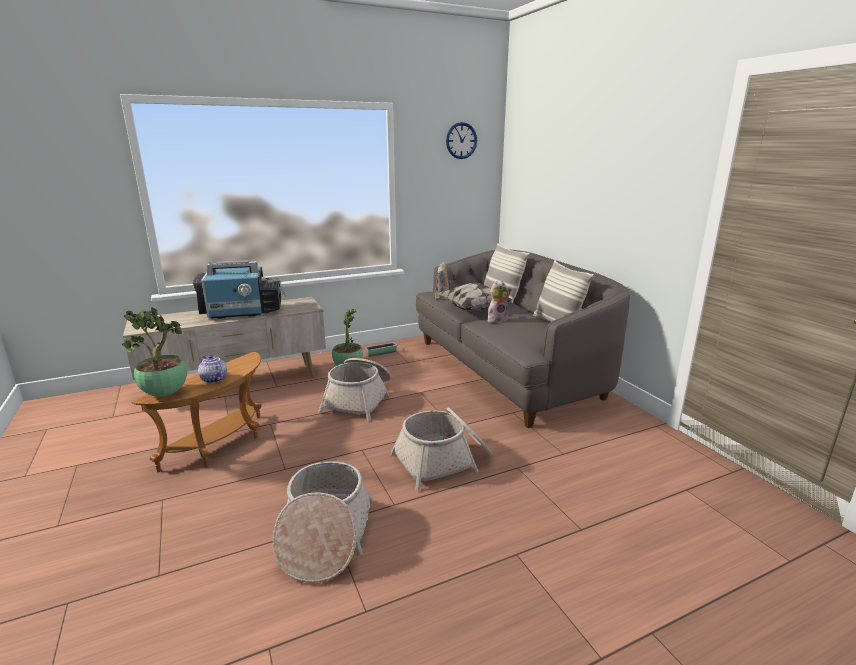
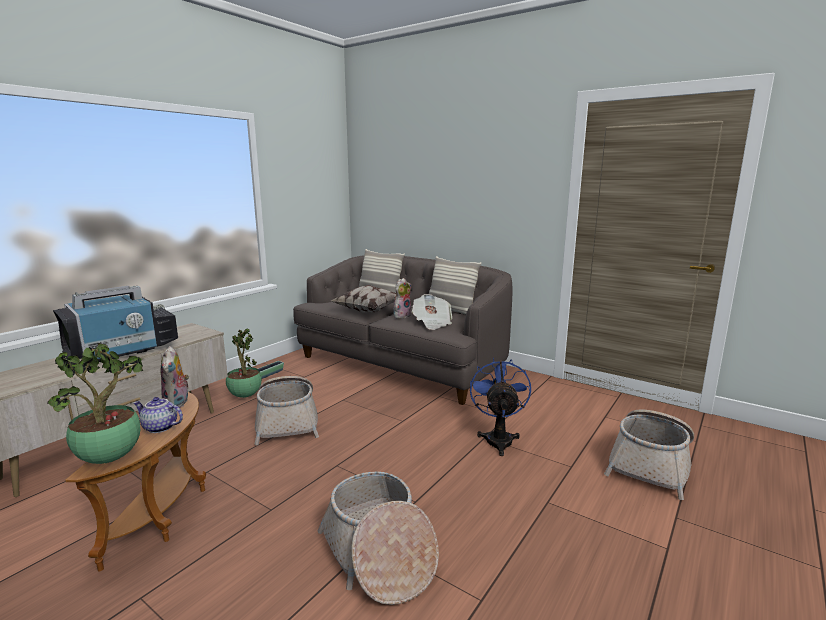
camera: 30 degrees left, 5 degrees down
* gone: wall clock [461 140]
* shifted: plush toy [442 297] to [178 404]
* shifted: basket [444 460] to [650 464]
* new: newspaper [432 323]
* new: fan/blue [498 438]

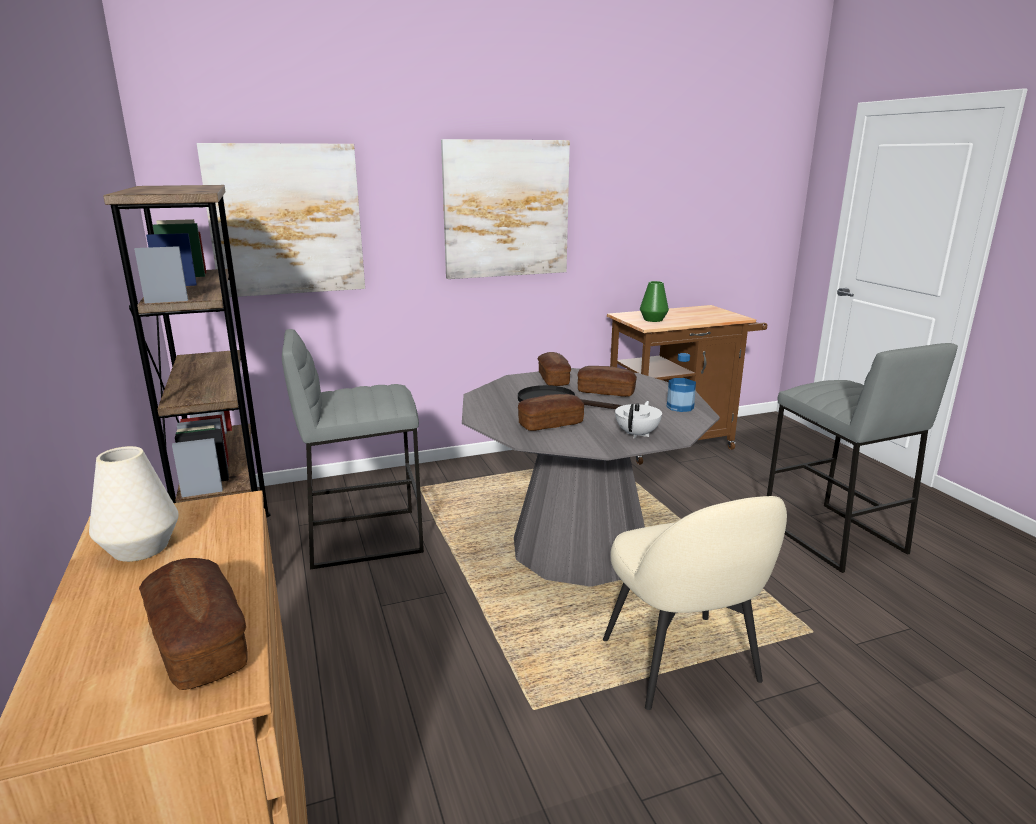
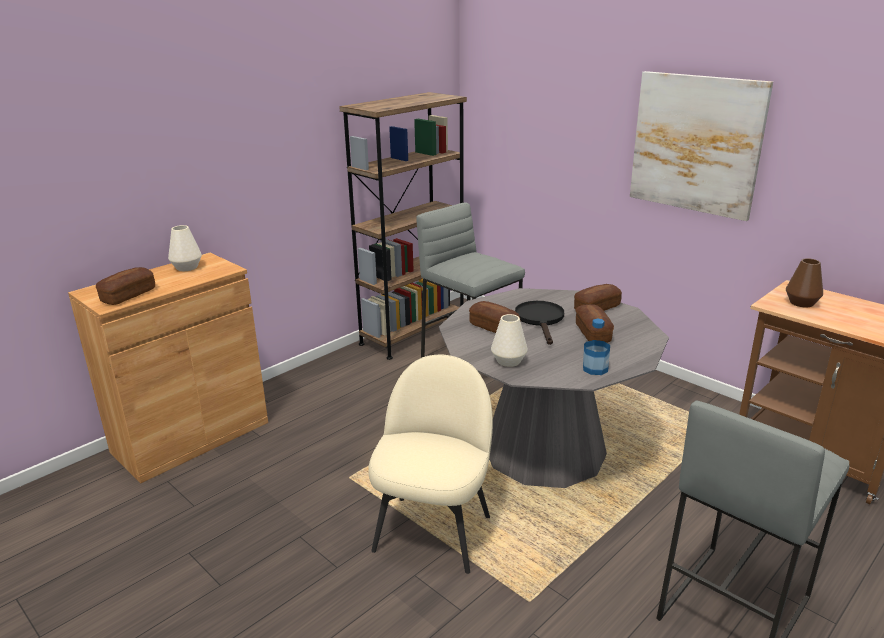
camera: 65 degrees right, 5 degrees up
* gone: picture [286 220]
* repainted: vase/green [653 320] to vase/brown [801 303]
* swapped: teapot/white [637 434] to vase/white [509 361]
* rotated: chair/beige [681 663] = [434 531] 150 degrees clockwise

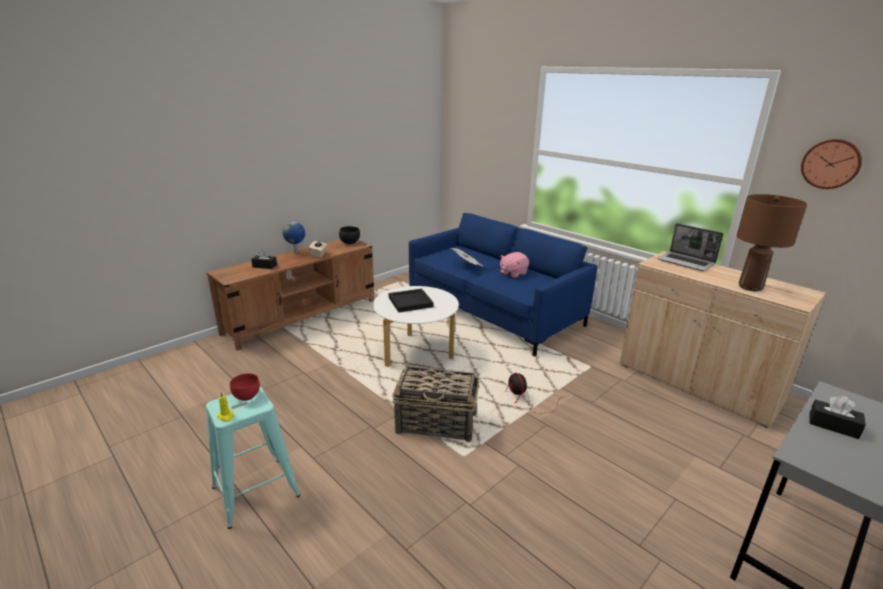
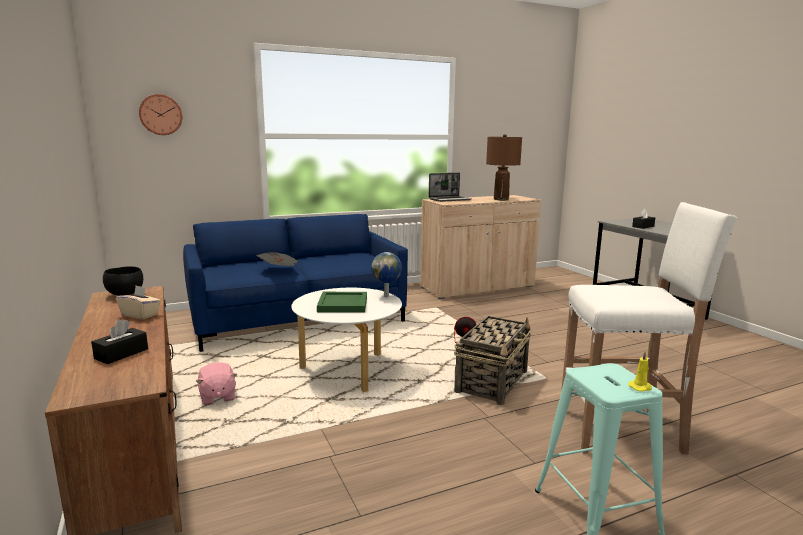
camera: 70 degrees left, 10 degrees down
* shifted: wall clock [831 164] to [161 115]
* shifted: globe [296 253] to [387 296]
* shifted: plush toy/pink [513 273] to [217 397]
* repainted: tray/black [410 302] to tray/green [343 305]
* gone: bowl/red [246 397]
* new: stool/white [622 431]

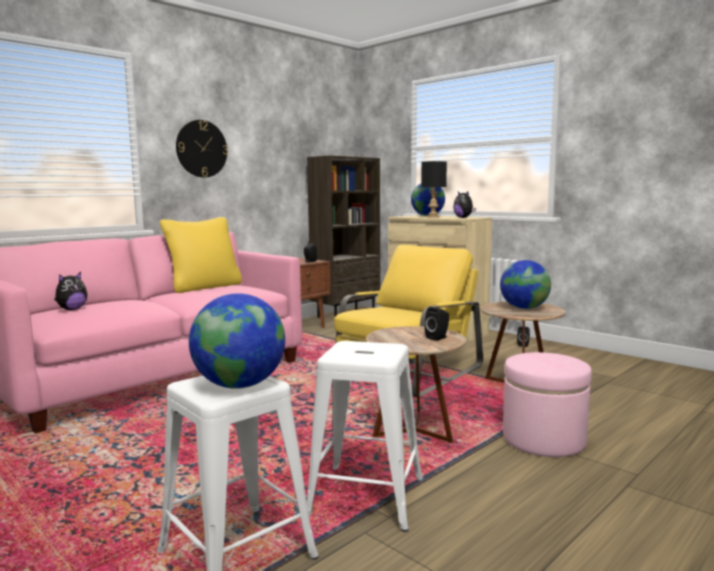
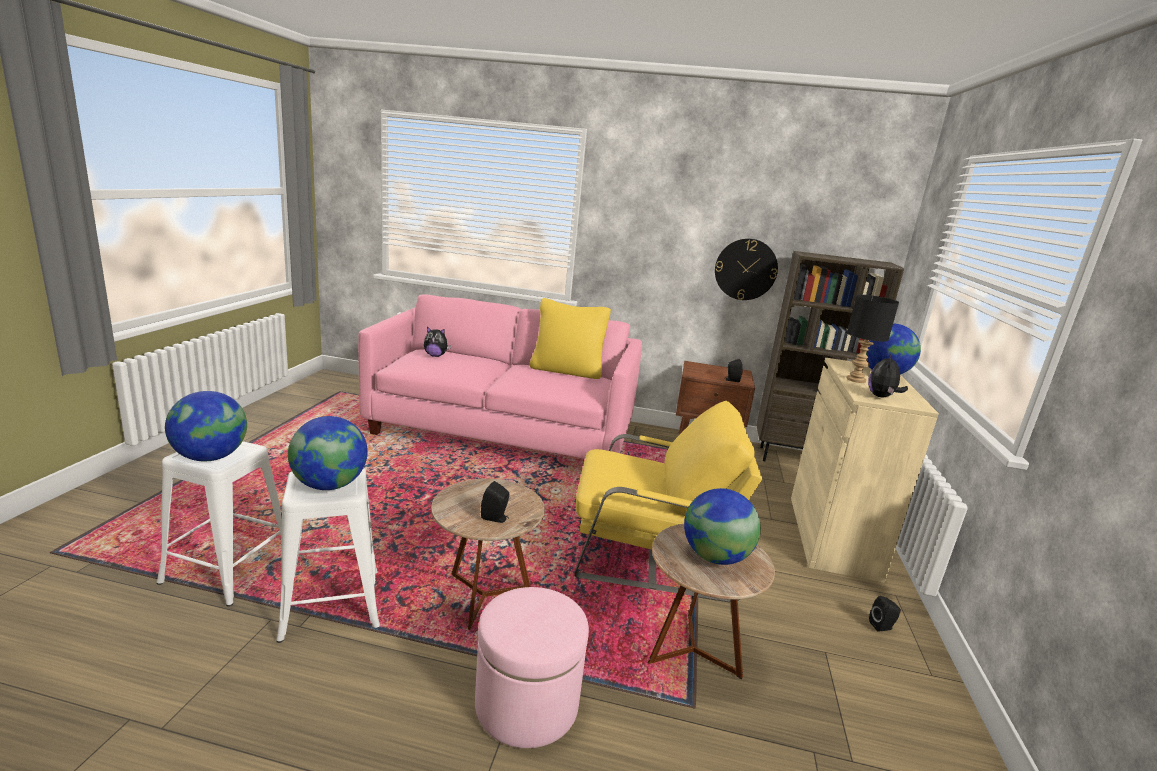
camera: 55 degrees right, 10 degrees up
* shifted: wall clock [201 149] to [745 269]
* new: globe [329 485]

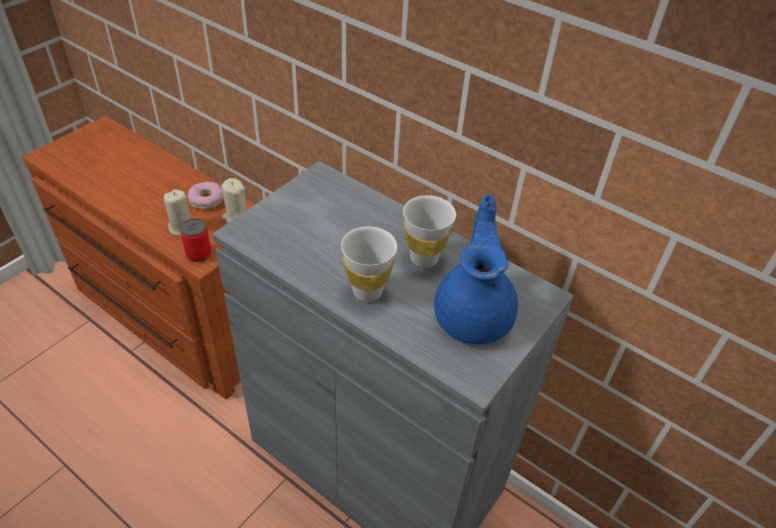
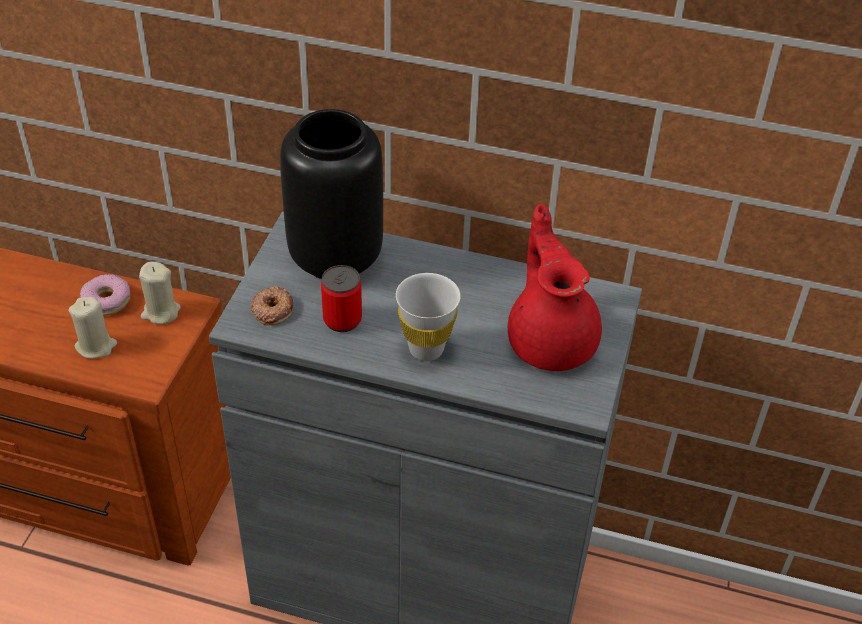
camera: 20 degrees left, 0 degrees up
* repainted: teapot/blue [474 314] to teapot/red [551 339]
* gone: cup/white [424 258]
* shifted: can [199 254] to [342 320]
* new: vase/black [337 258]
* new: donut [272 309]

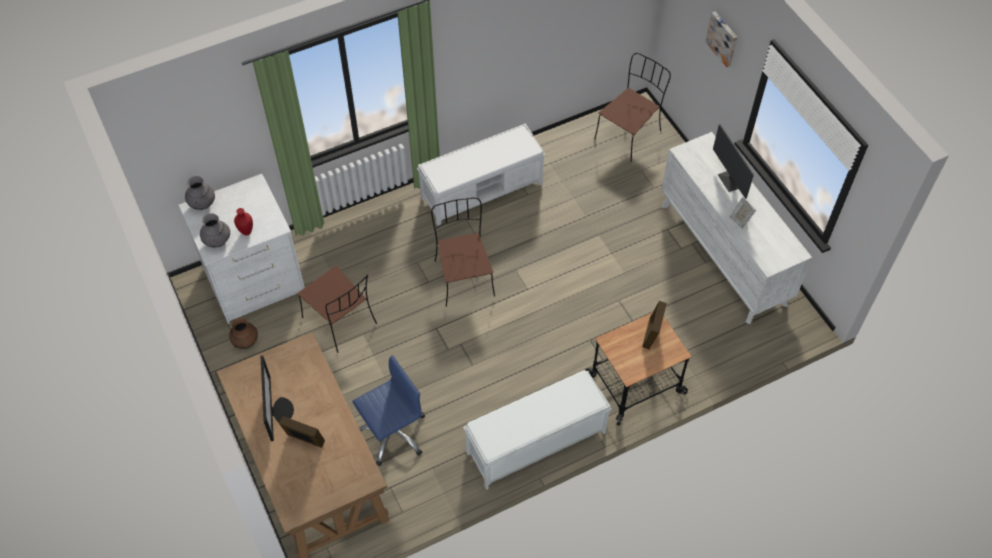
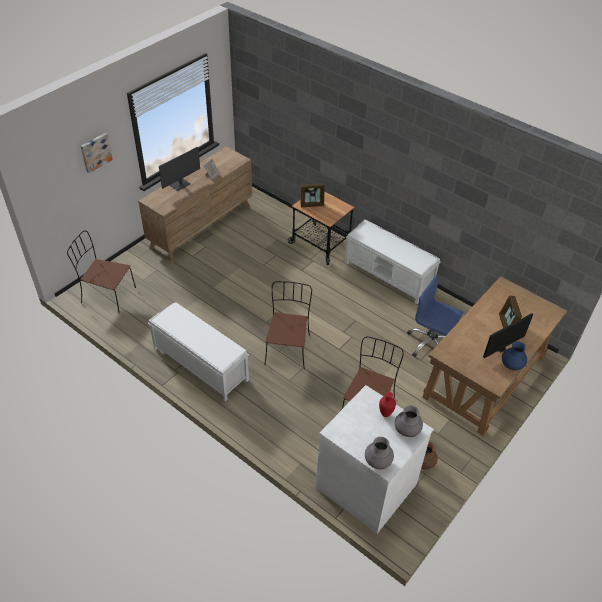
camera: 115 degrees left, 10 degrees down
* repainted: dresser/white [723 254] to dresser/brown [201 227]
* rotated: chair/brown [463 277] = [287 348] 135 degrees clockwise
* new: vase/blue [511 366]

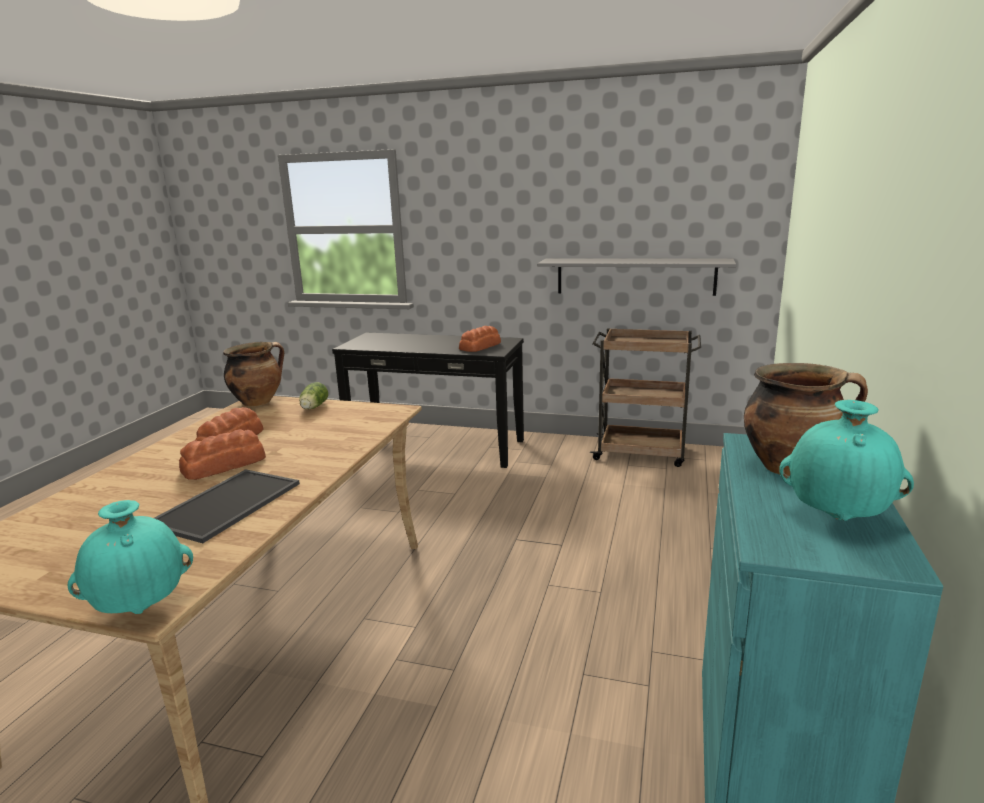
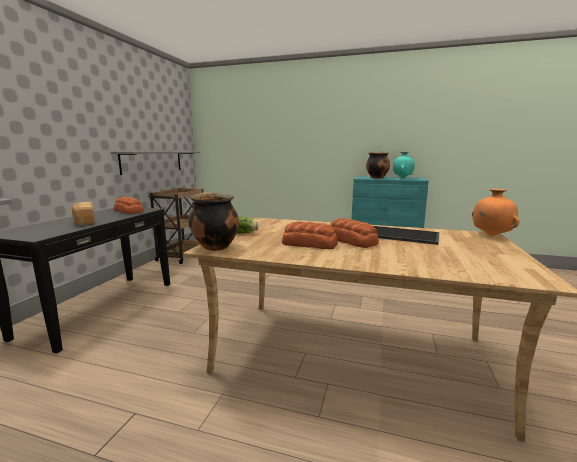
camera: 90 degrees left, 5 degrees down
* repainted: vase/turquoise [142 607] to vase/orange [491 235]
* new: bread [84 222]

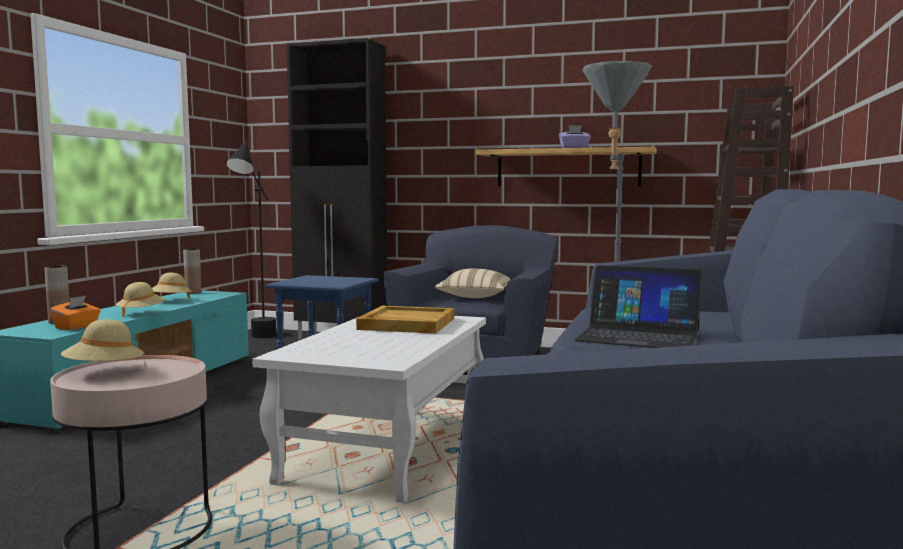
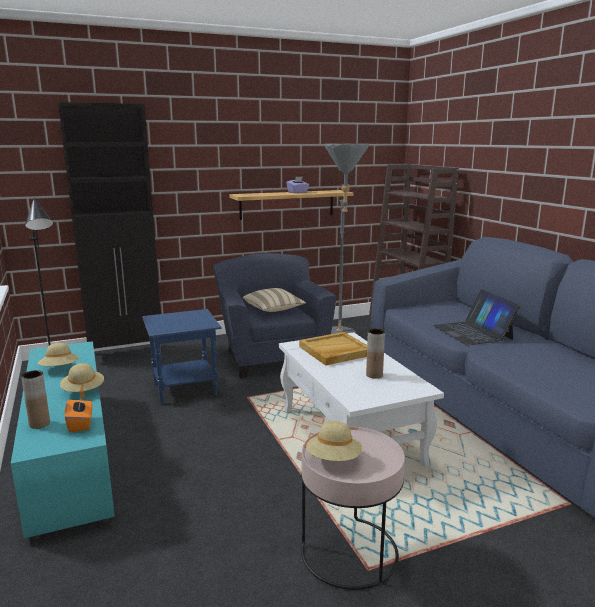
camera: 40 degrees left, 10 degrees up
* shifted: vase/brown [193 292] to [374 375]
* rotated: laptop [638 336] = [472 332] 90 degrees clockwise

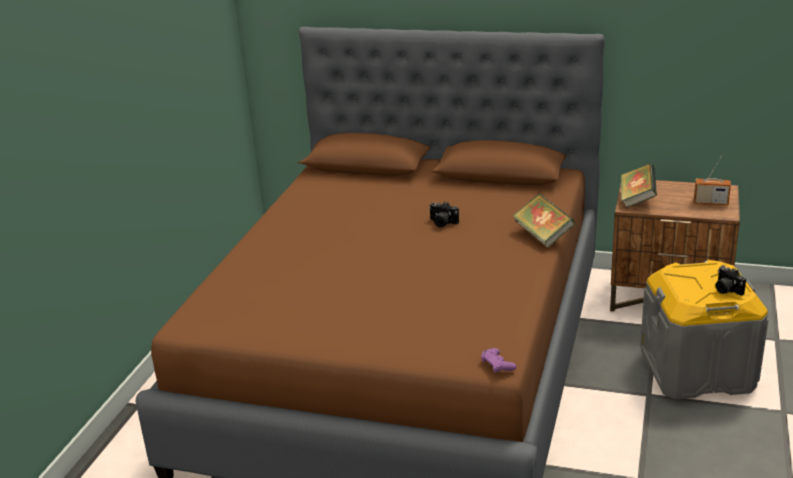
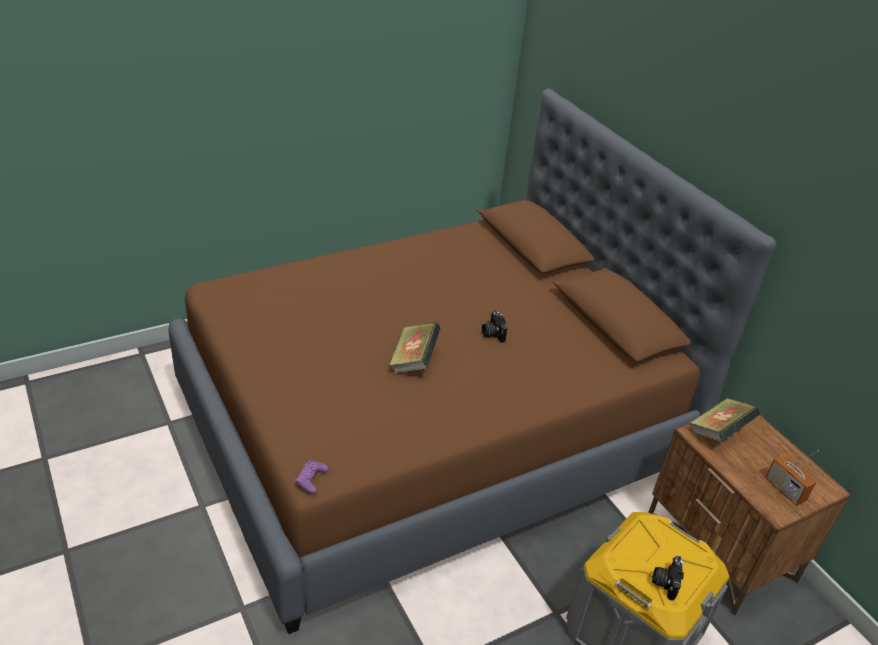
camera: 40 degrees right, 10 degrees up
* shifted: book [543 235] to [413 361]

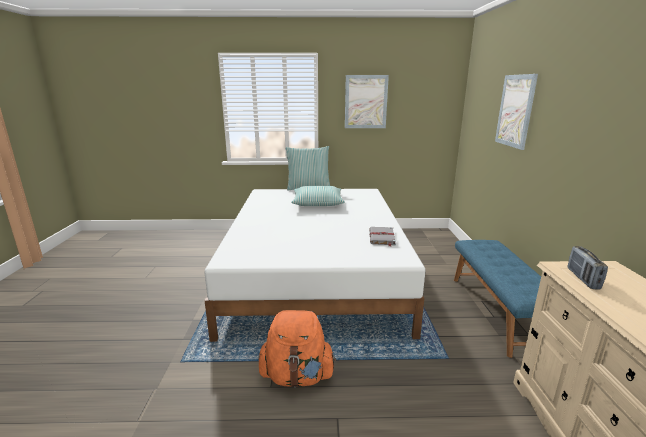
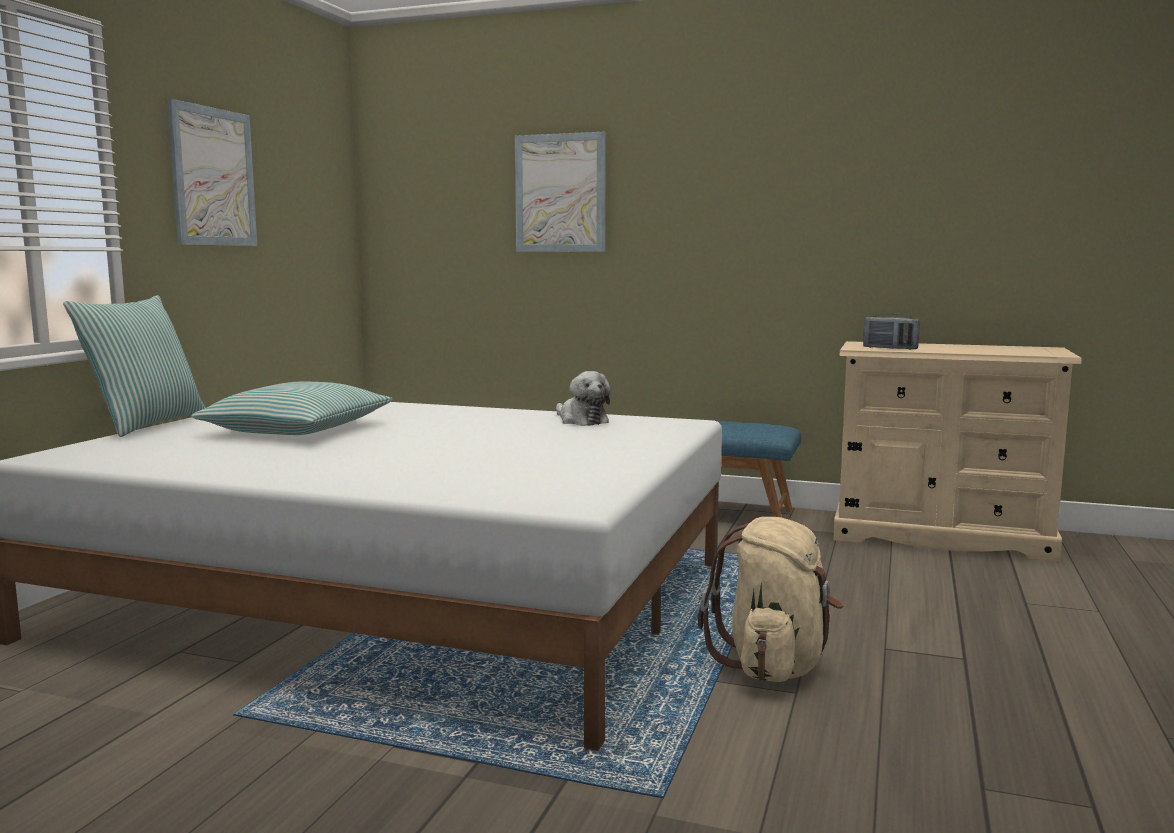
camera: 70 degrees left, 10 degrees down
* swapped: book/grey [382 237] to plush toy [581 420]
* repainted: backpack/orange [297 376] to backpack/beige [773 665]

